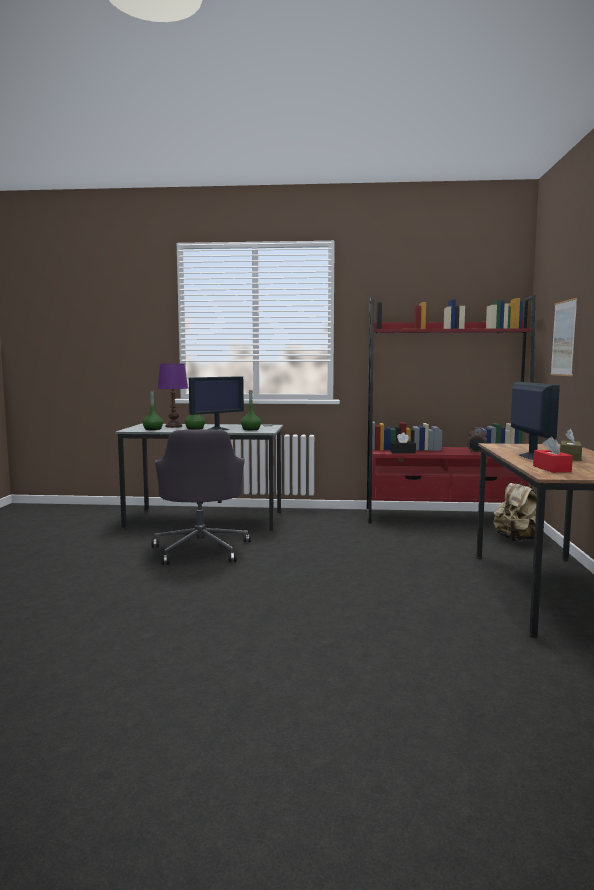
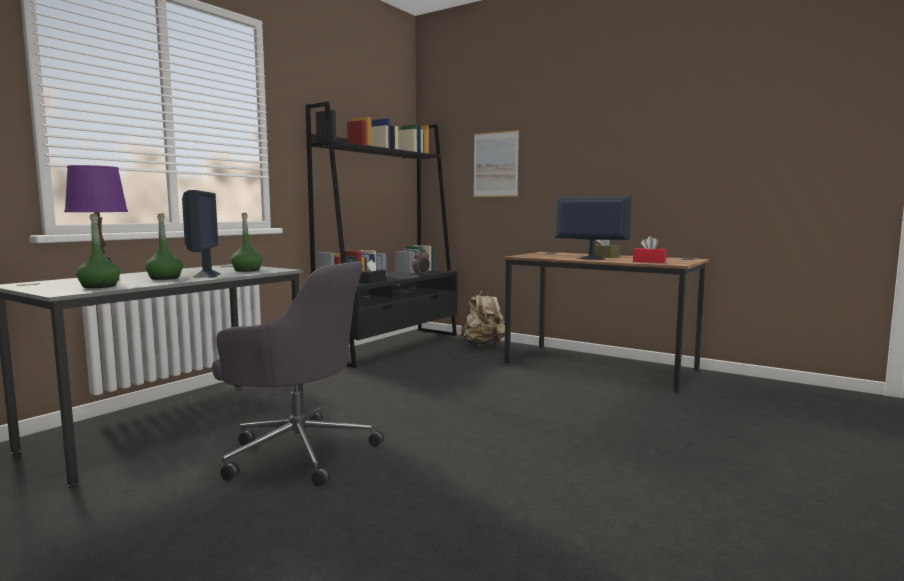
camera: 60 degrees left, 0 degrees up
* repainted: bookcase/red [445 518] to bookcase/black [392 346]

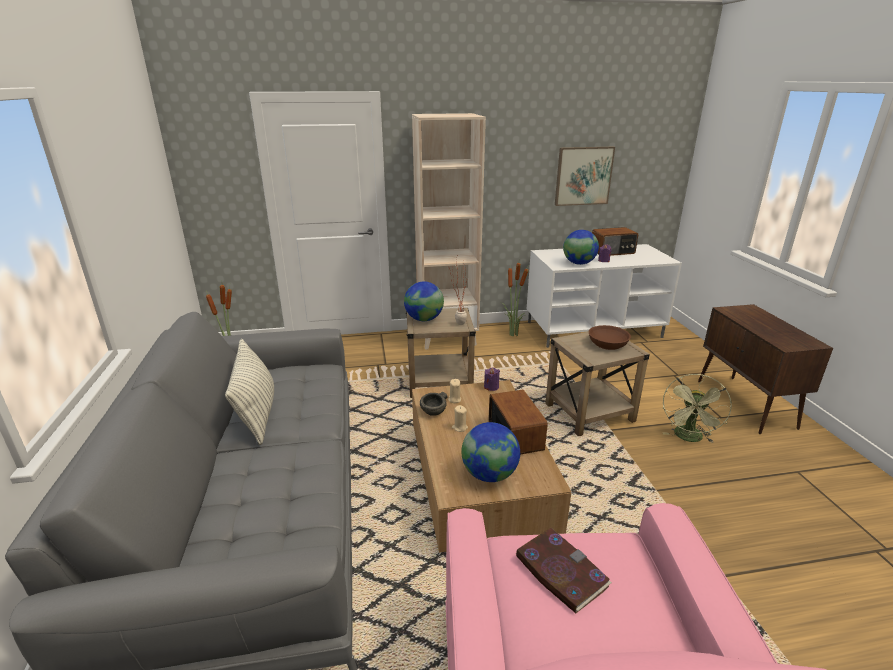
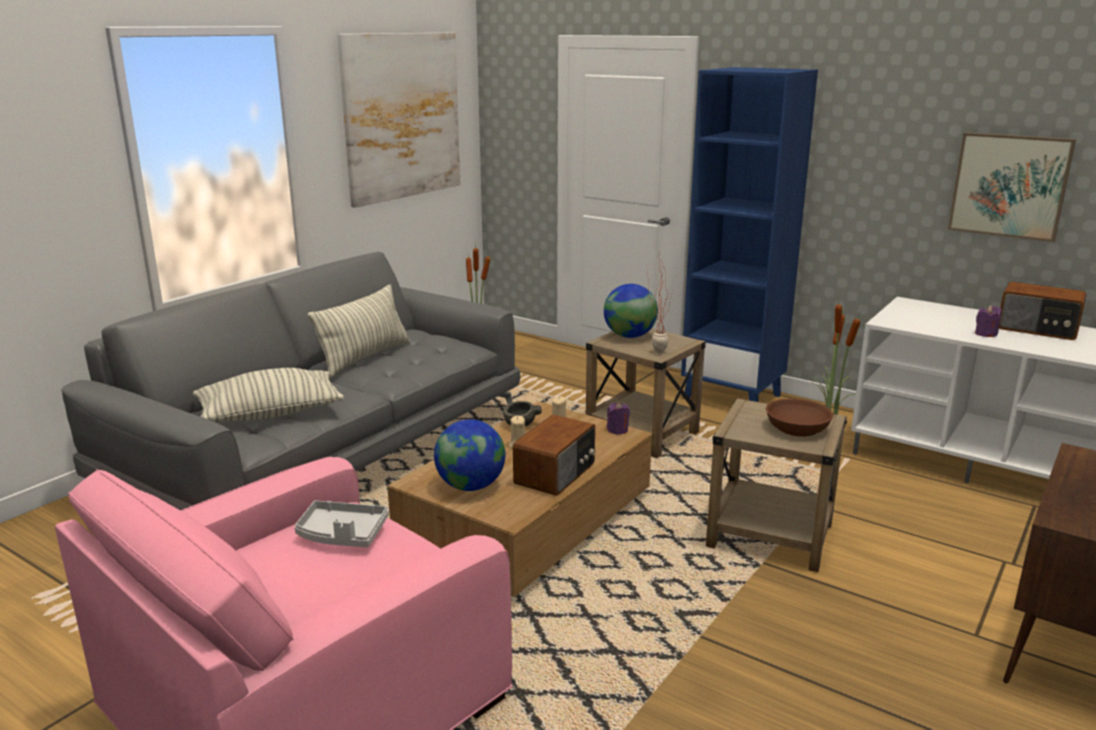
camera: 45 degrees right, 5 degrees down
* repainted: bookcase/beige [447 337] to bookcase/blue [733 397]
* gone: globe [579 263]
* gone: fan/green [689 438]
* swapped: book [560 571] to tray/grey [342 535]
* new: picture [402 116]
* new: pillow [270 414]

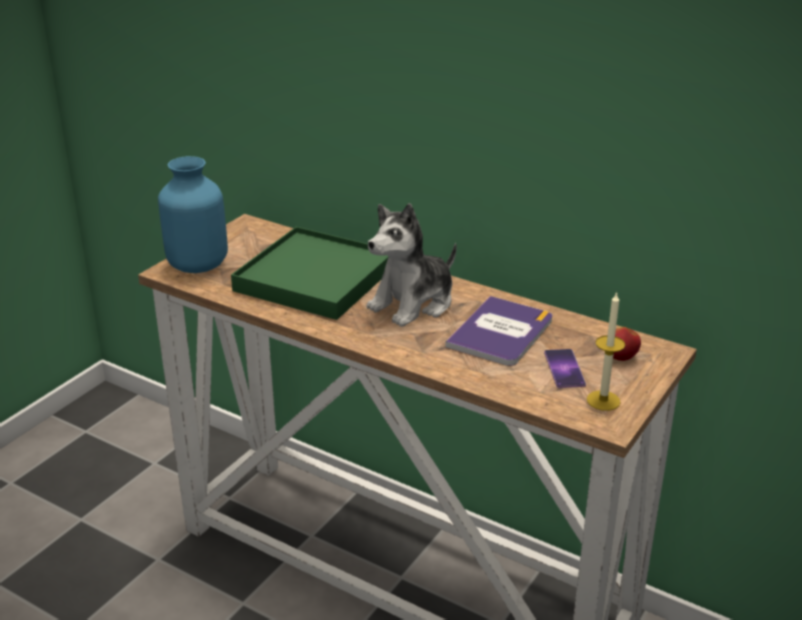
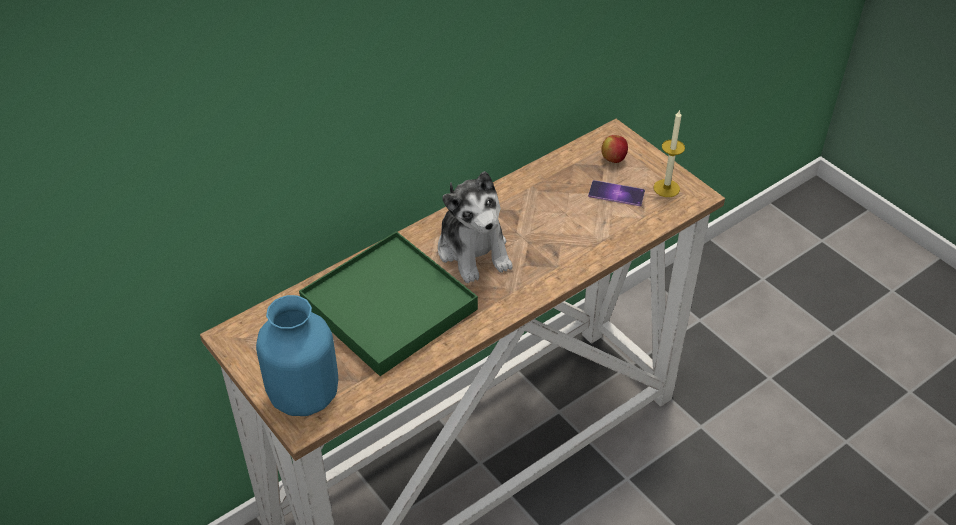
camera: 70 degrees left, 15 degrees up
* gone: book [501 333]

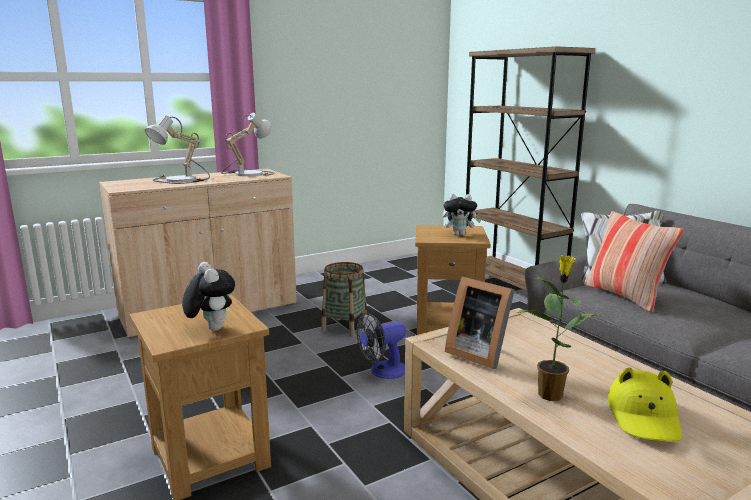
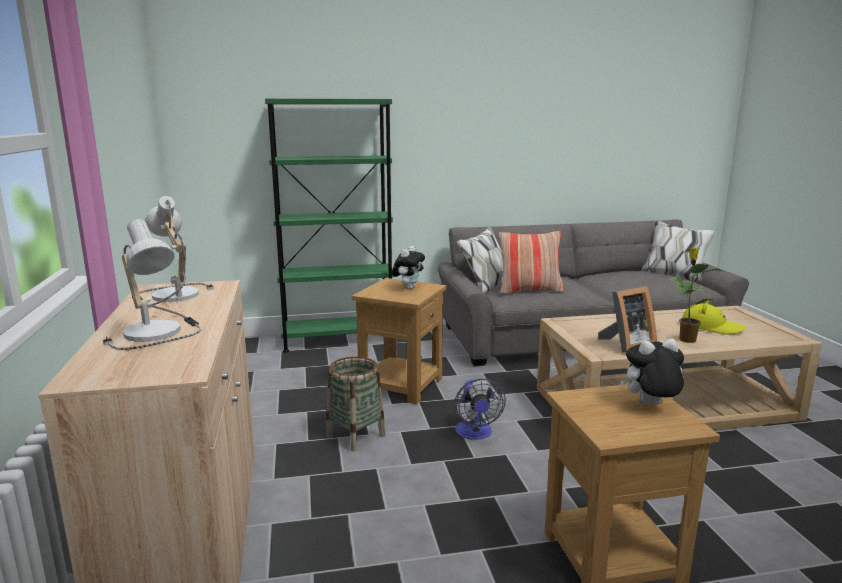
camera: 70 degrees left, 0 degrees up
* repainted: bookcase/brown [511 287] to bookcase/green [338 339]

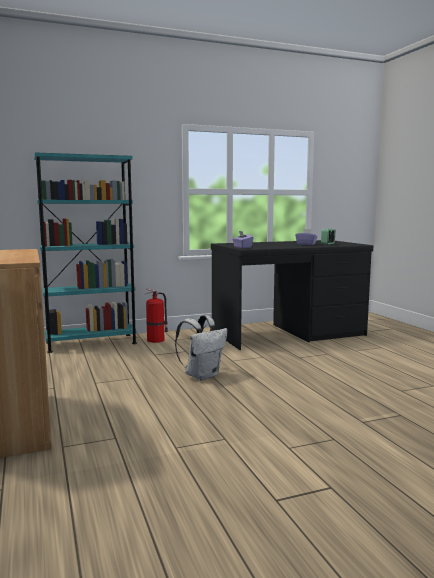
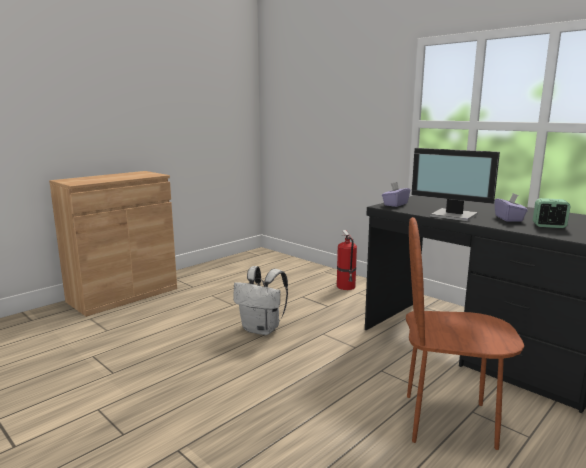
camera: 65 degrees right, 5 degrees up
* gone: bookcase/turquoise [91 343]
* new: monitor [454 216]
* new: chair/brown [448 421]

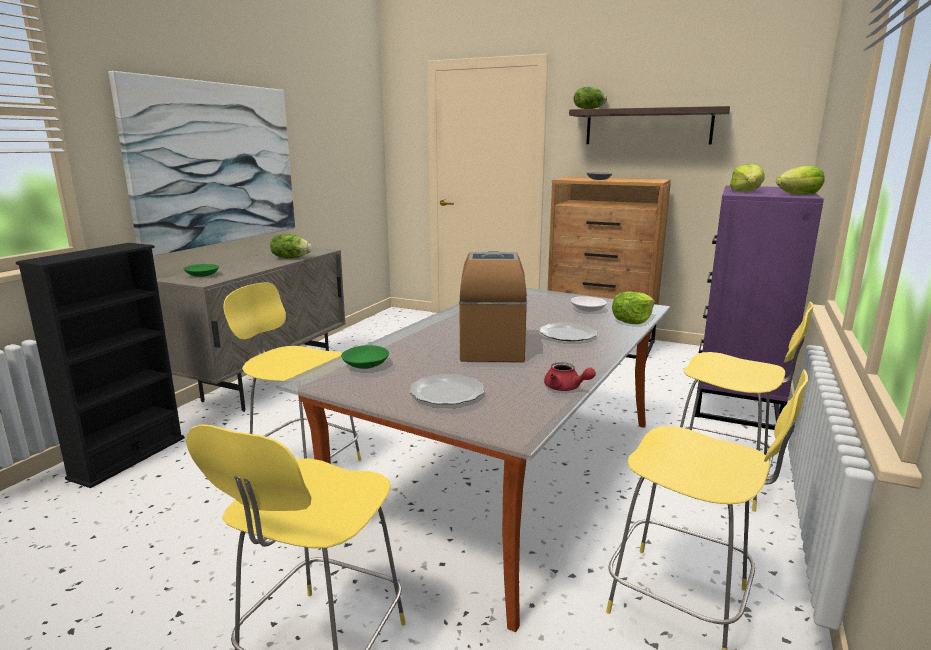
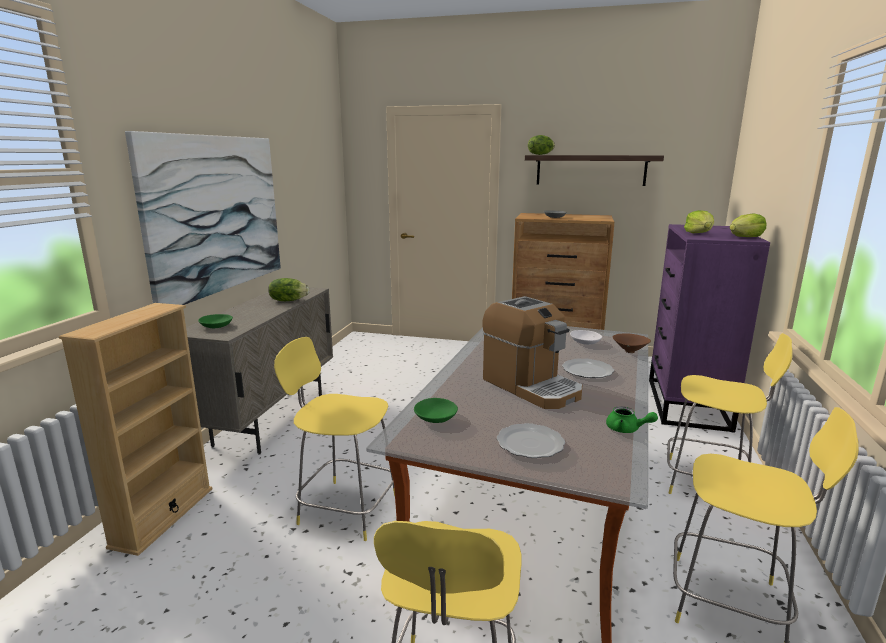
camera: 10 degrees left, 0 degrees up
* repainted: bookcase/black [128 457] to bookcase/beige [163 516]
* rotated: coffee machine [491 345] = [531 387] 150 degrees clockwise
* swapped: lettuce [632 320] to bowl/brown [629 352]
* repainted: teapot/red [566 388] to teapot/green [627 429]

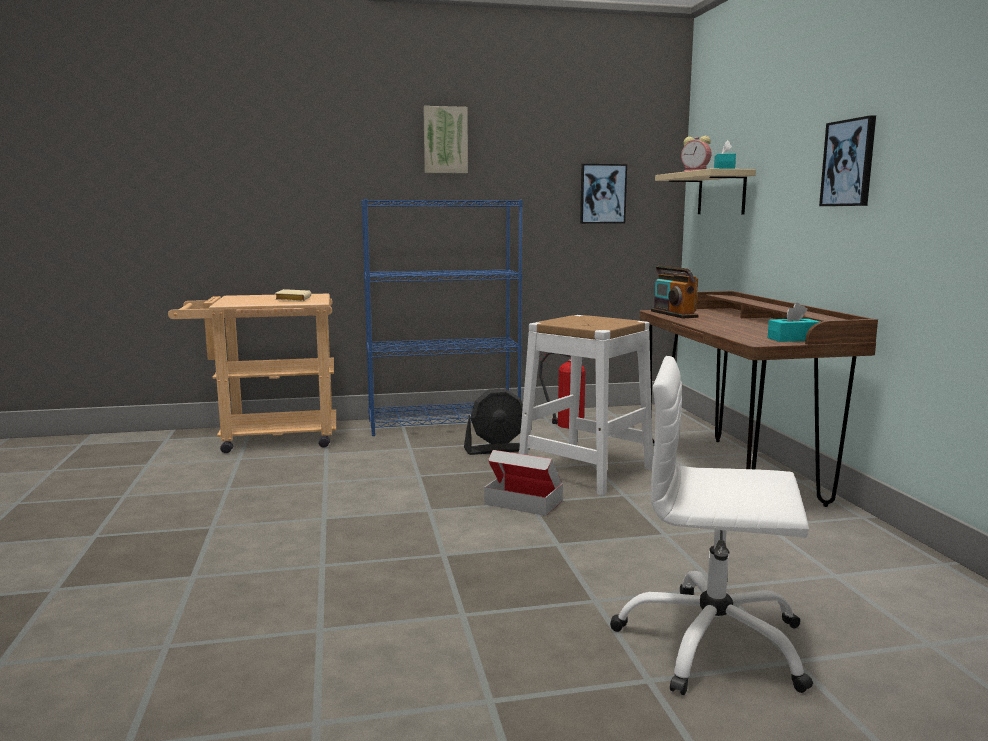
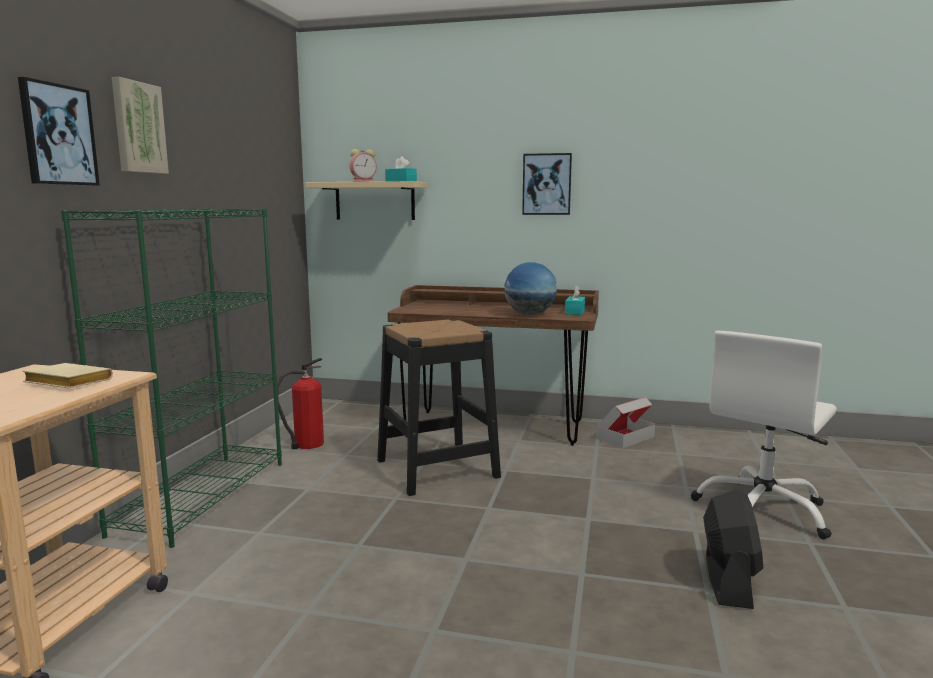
camera: 65 degrees left, 0 degrees up
* shifted: picture [602 194] to [58 135]
* repainted: bookcase/blue [444 424] to bookcase/green [203 496]
* gone: radio [673 314]
* repainted: stool/white [585 470] to stool/black [437 468]
* shifted: fan/black [497 449] to [728 581]
* shifted: cardboard box [524 502] to [625 437]
* new: globe [529 314]

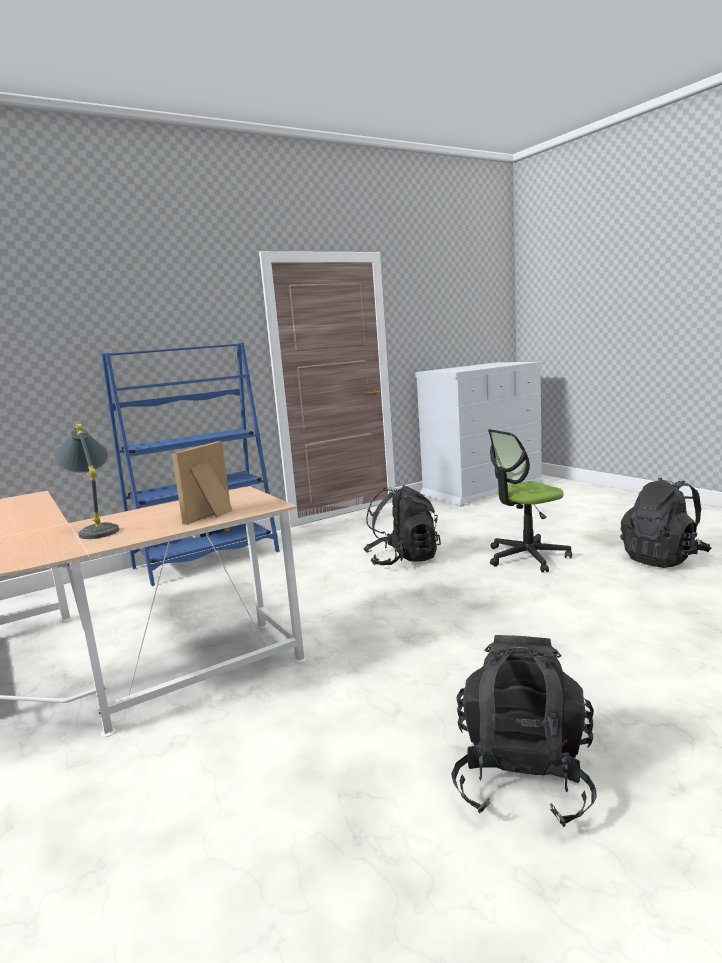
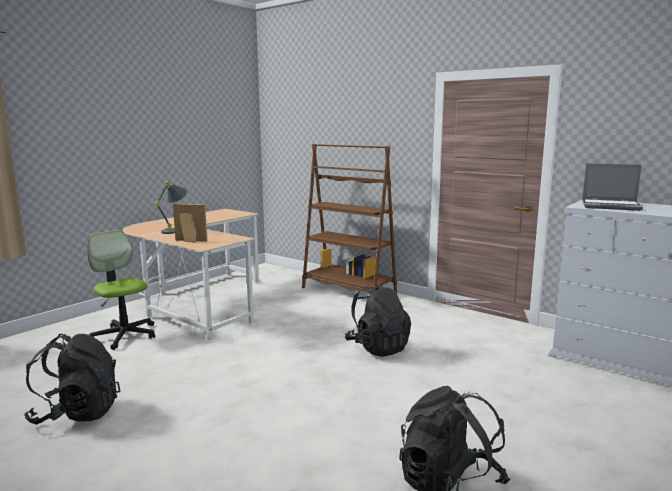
camera: 70 degrees right, 0 degrees up
* repainted: bookcase/blue [207 559] to bookcase/brown [348 290]
* shifted: office chair [526 557] to [124 335]
* new: laptop [611 206]

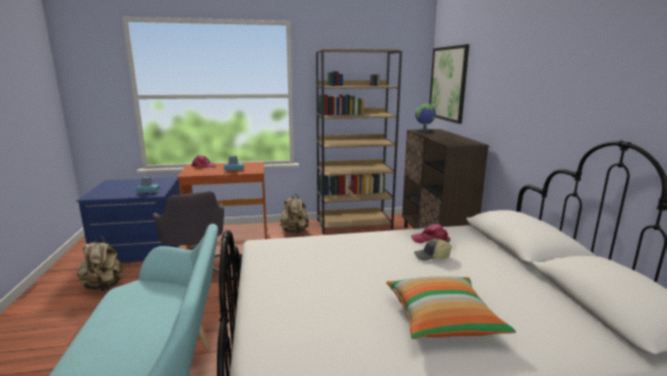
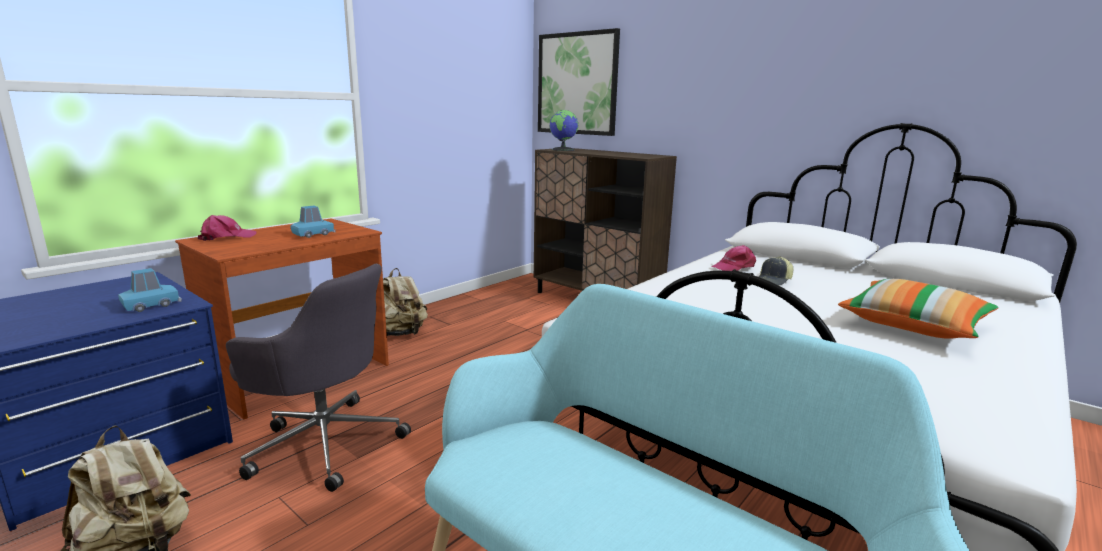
camera: 40 degrees left, 0 degrees up
* gone: bookcase/brown [354 224]

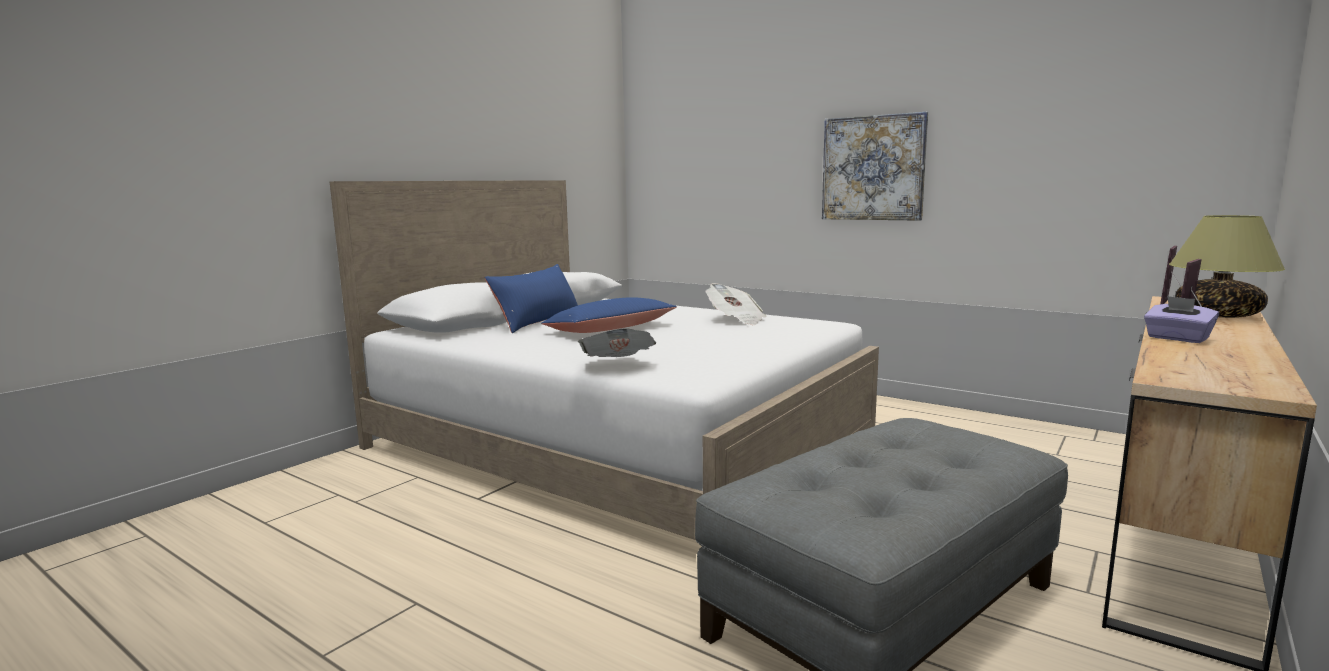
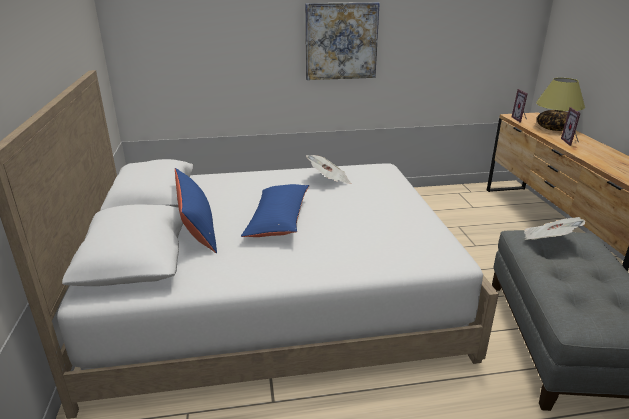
camera: 45 degrees left, 15 degrees up
* gone: tissue box/purple [1177 338]
* shifted: newspaper [618 365] to [548 240]

